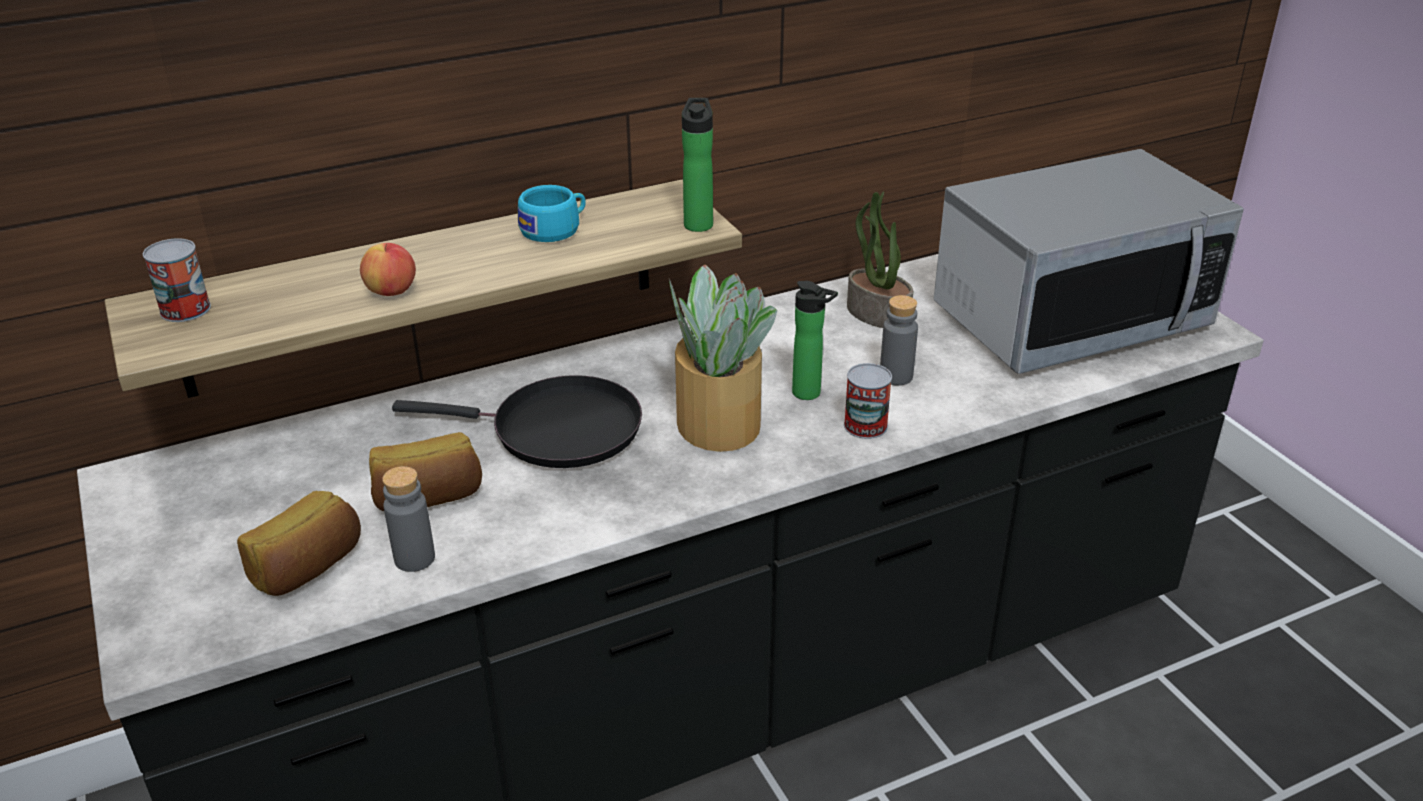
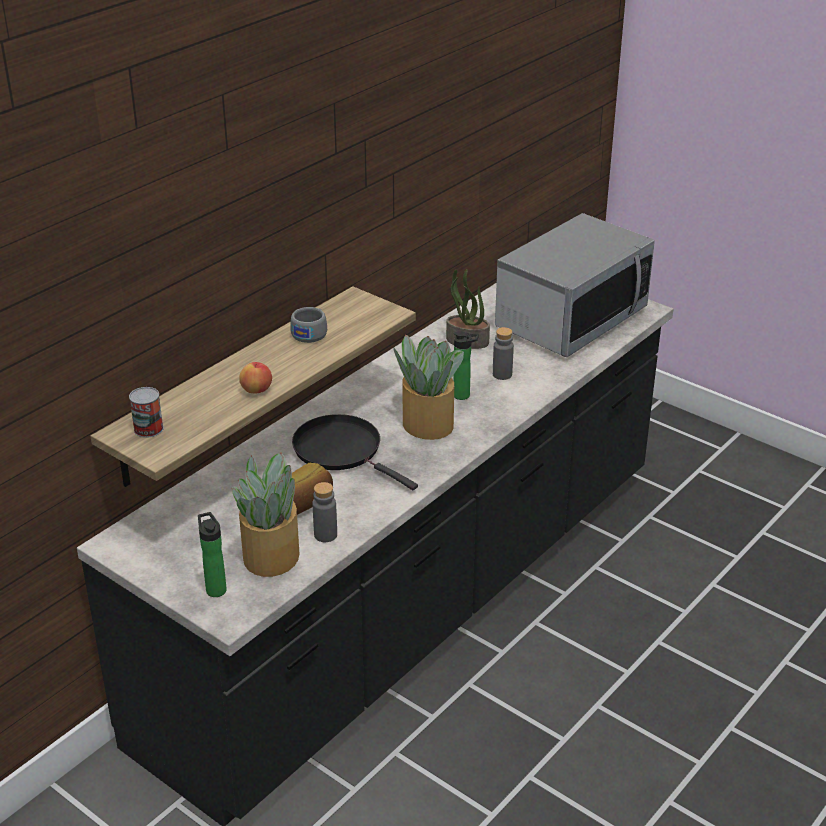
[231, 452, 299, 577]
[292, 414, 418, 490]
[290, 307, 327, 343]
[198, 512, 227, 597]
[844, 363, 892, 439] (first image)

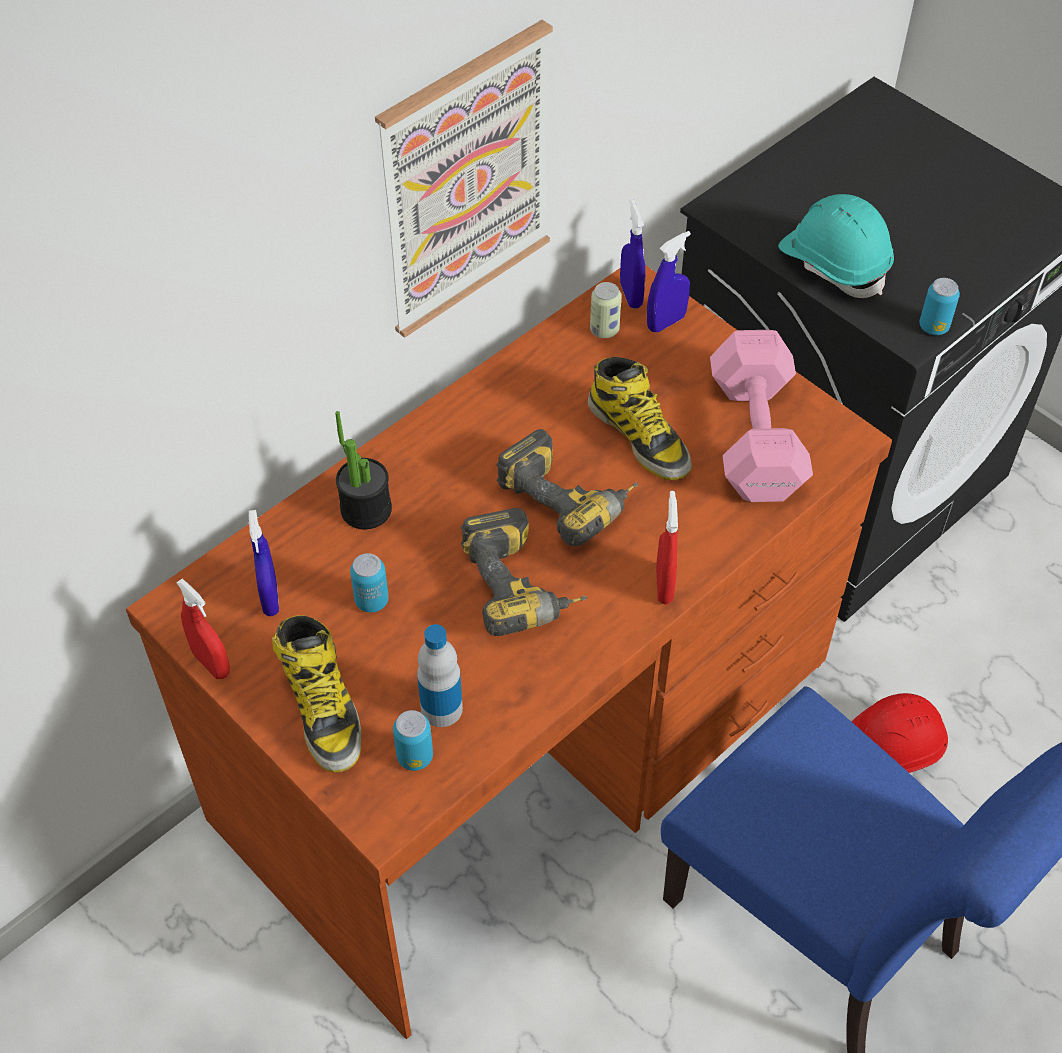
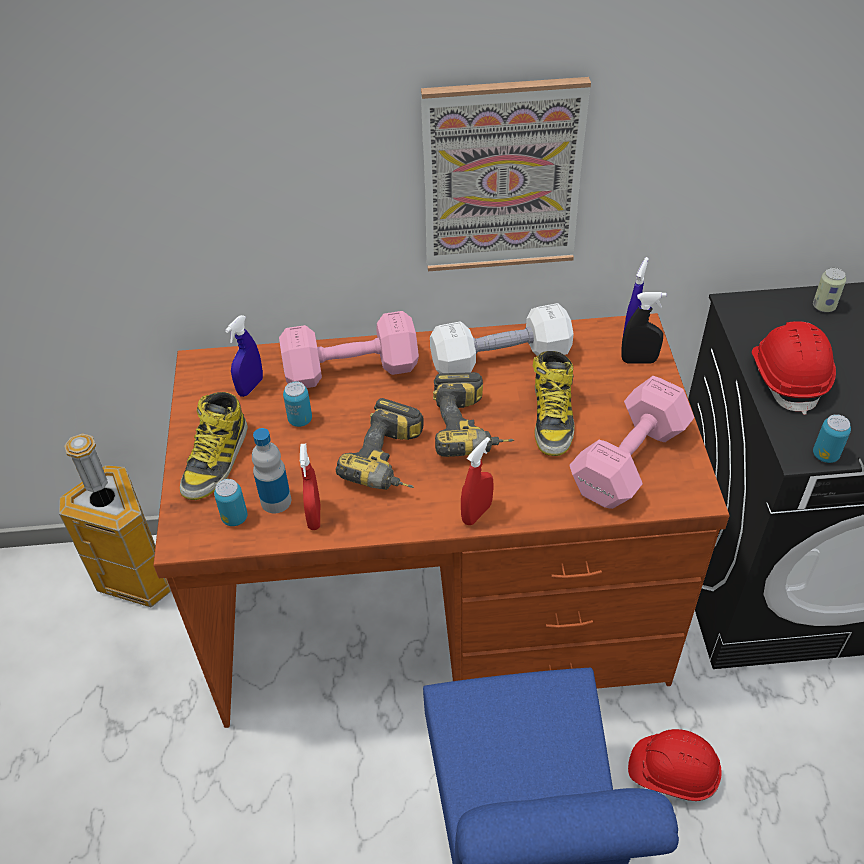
[300, 444, 320, 530]
[279, 311, 419, 388]
[813, 268, 846, 312]
[621, 292, 667, 363]
[752, 321, 836, 415]
[59, 433, 171, 607]
[430, 303, 574, 373]

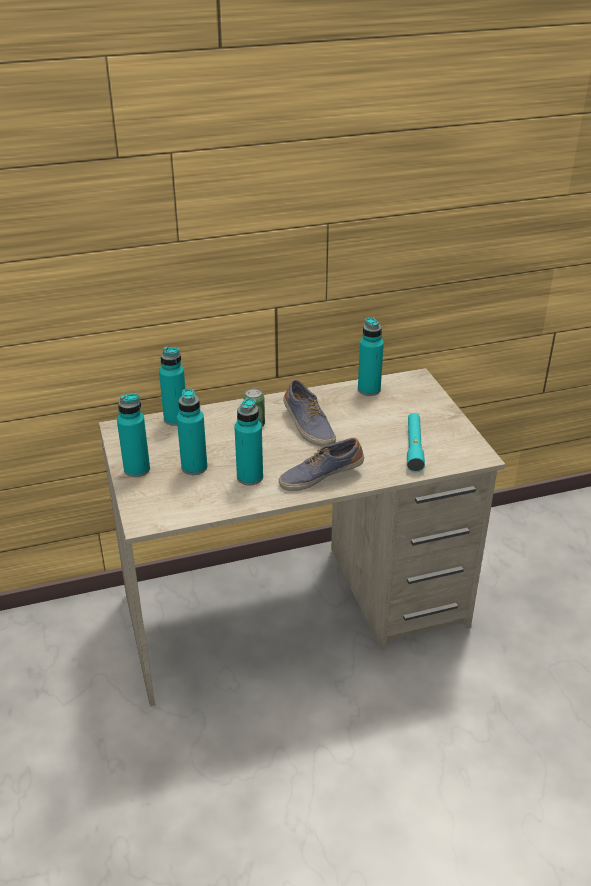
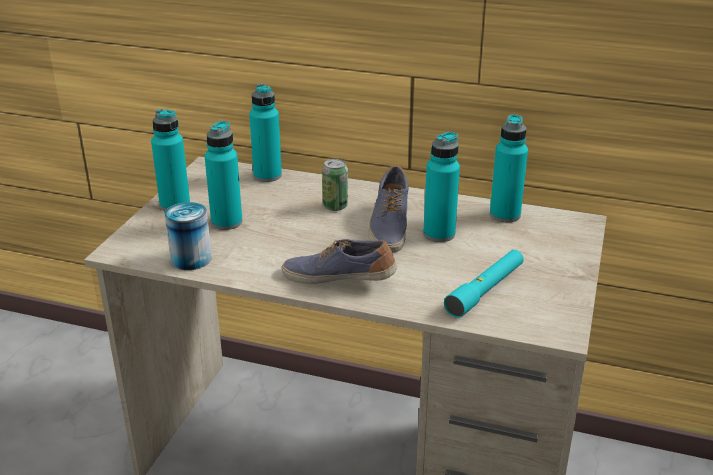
[423, 132, 460, 242]
[165, 202, 212, 270]

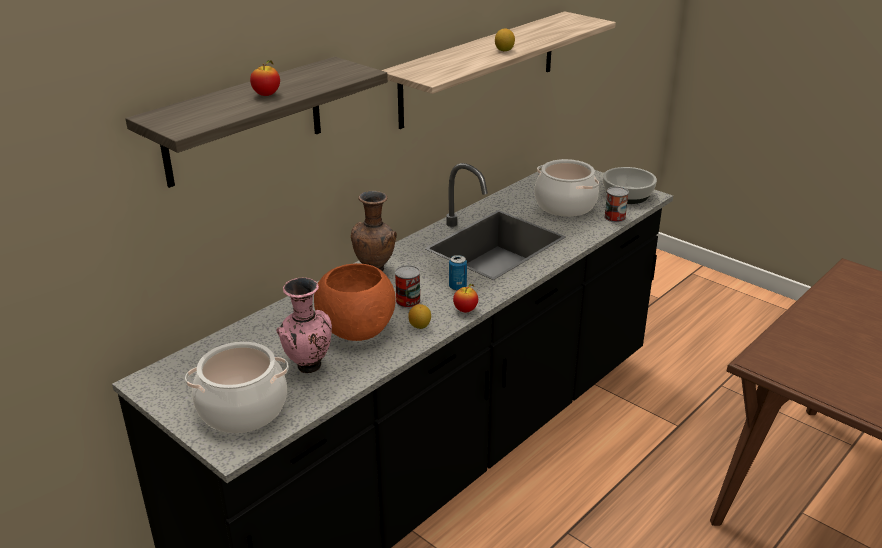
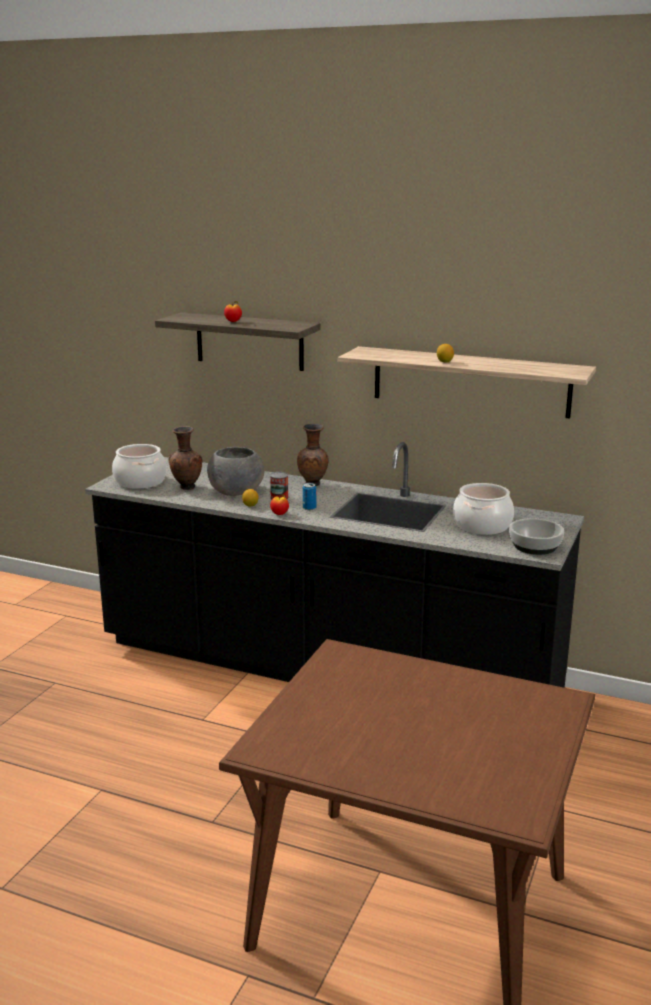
[169, 426, 202, 490]
[207, 447, 264, 496]
[604, 187, 629, 223] (first image)

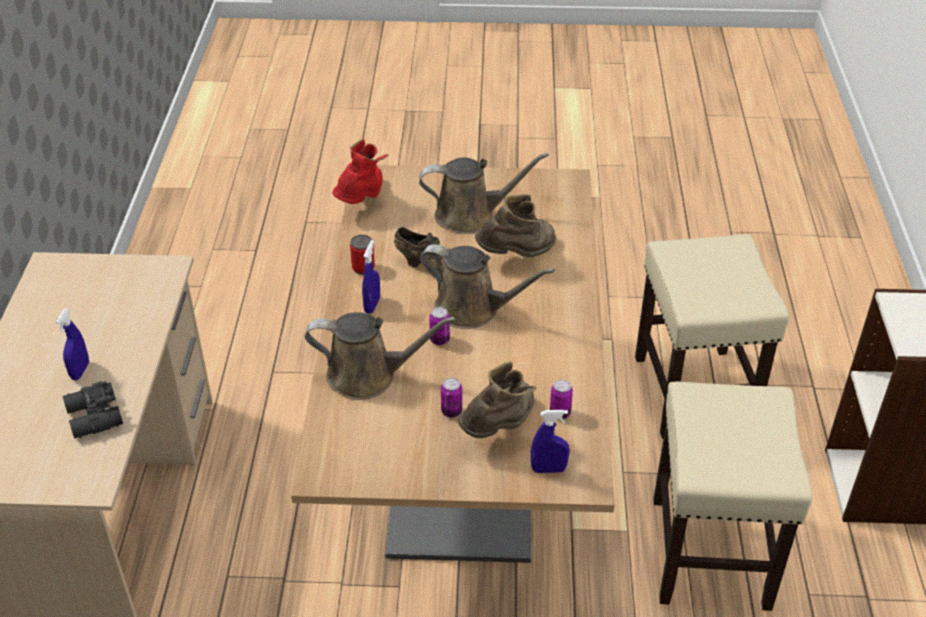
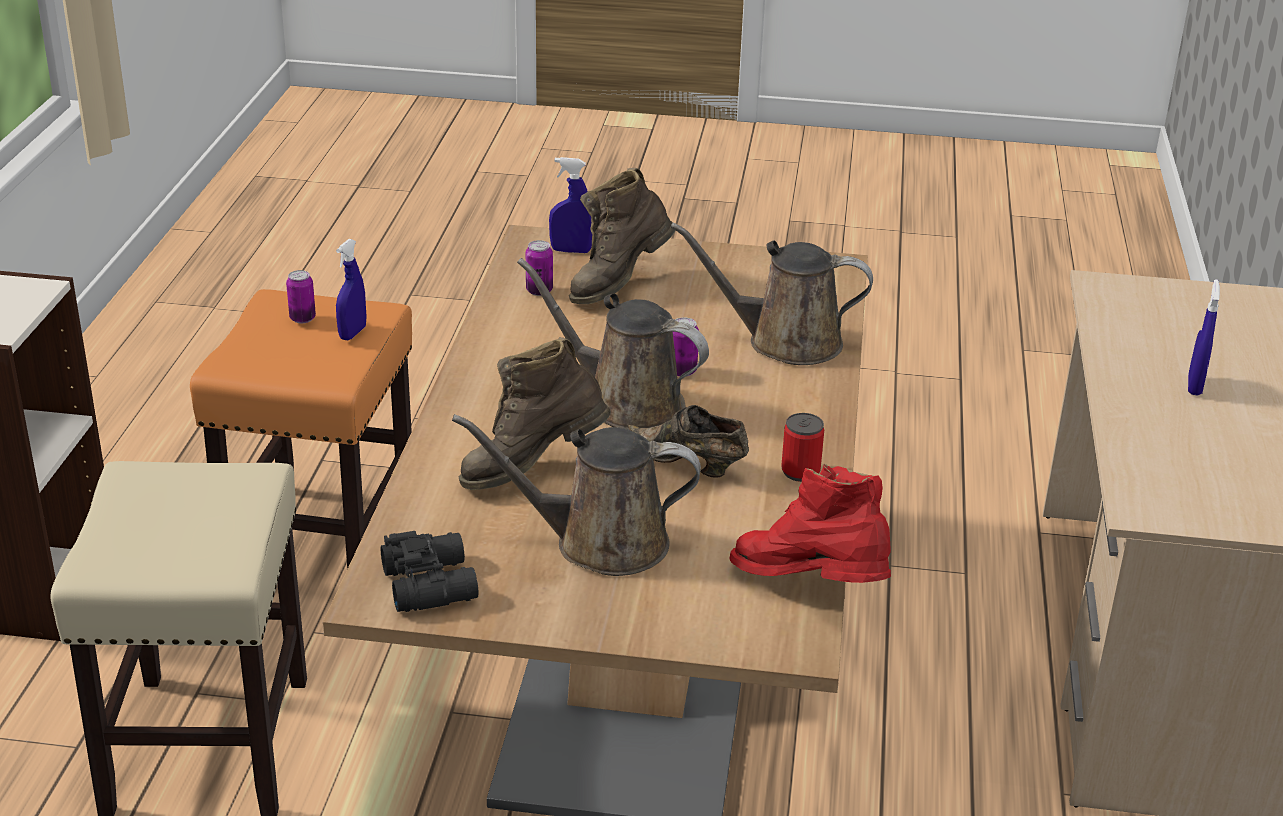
[381, 531, 478, 612]
[729, 464, 891, 583]
[336, 239, 366, 340]
[286, 270, 316, 323]
[190, 289, 412, 569]

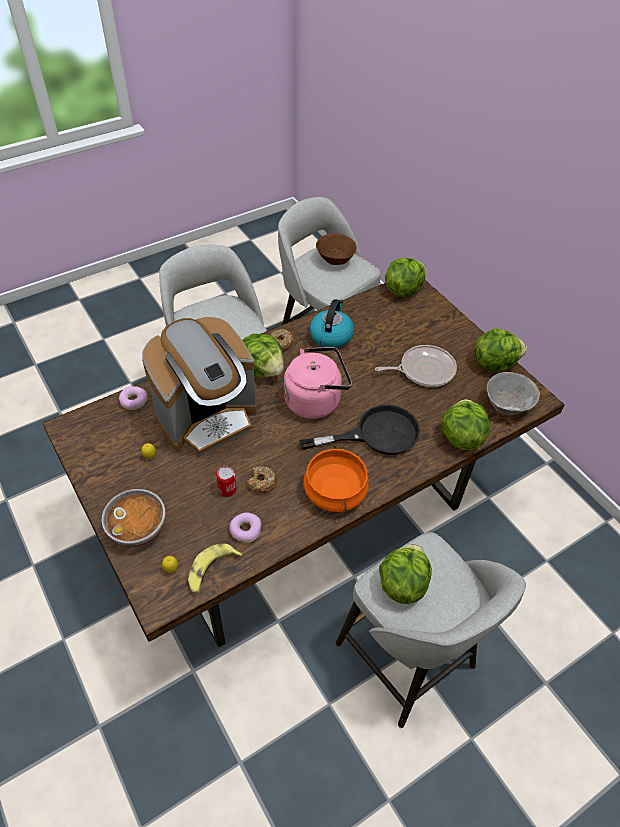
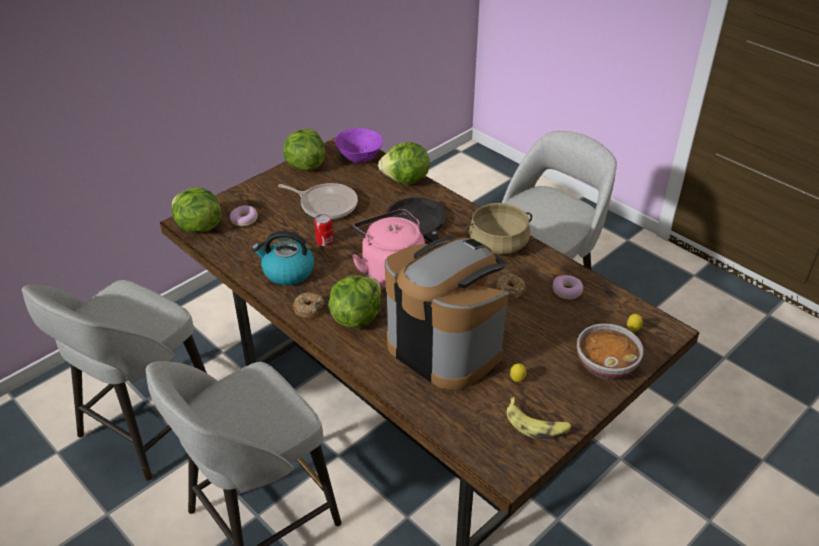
[230, 205, 258, 226]
[507, 397, 572, 440]
[314, 214, 333, 246]
[465, 203, 532, 255]
[316, 233, 357, 265] (first image)
[278, 183, 358, 220]
[379, 544, 432, 604] (first image)
[335, 128, 383, 163]

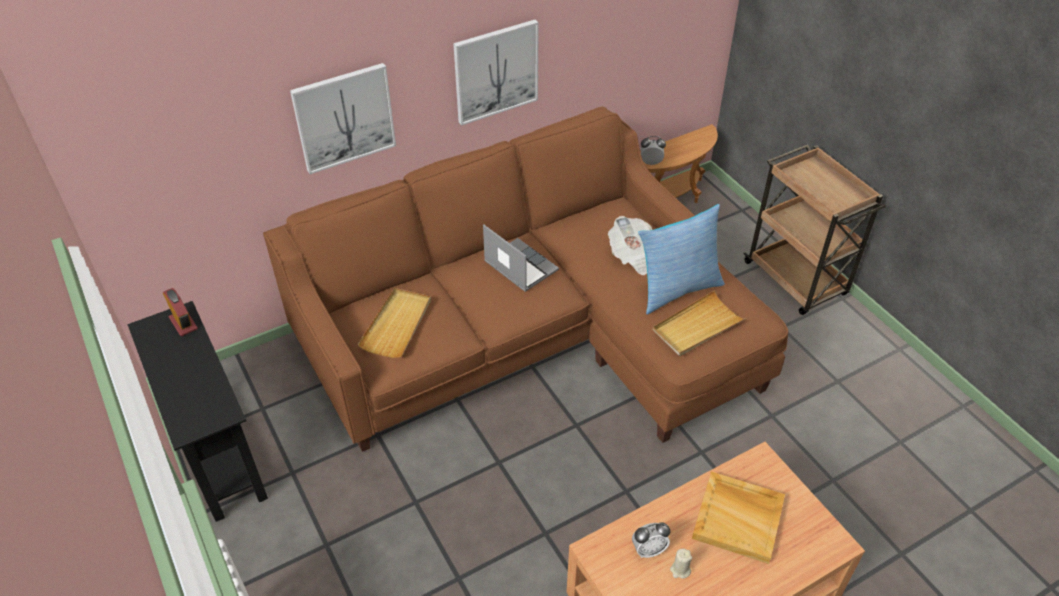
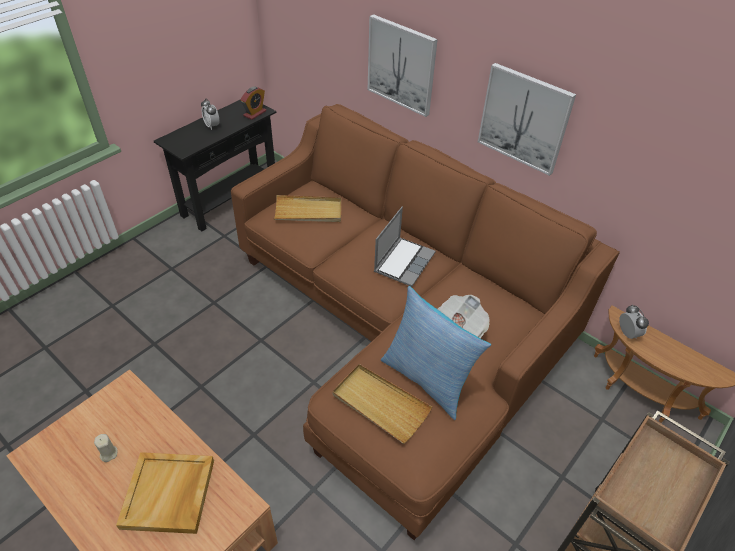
[201, 99, 219, 130]

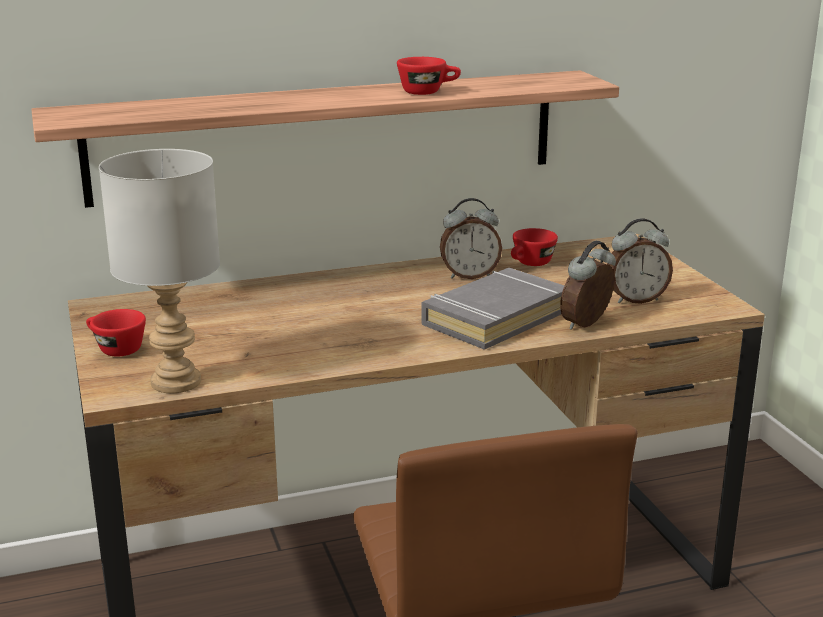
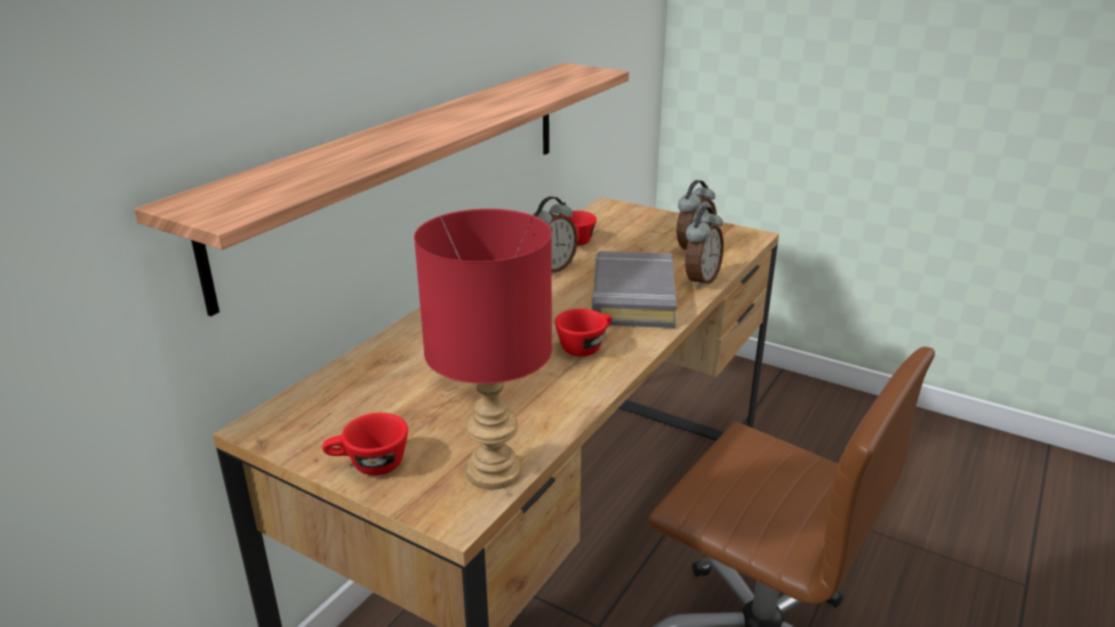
[414, 209, 552, 490]
[555, 309, 612, 357]
[685, 206, 724, 288]

